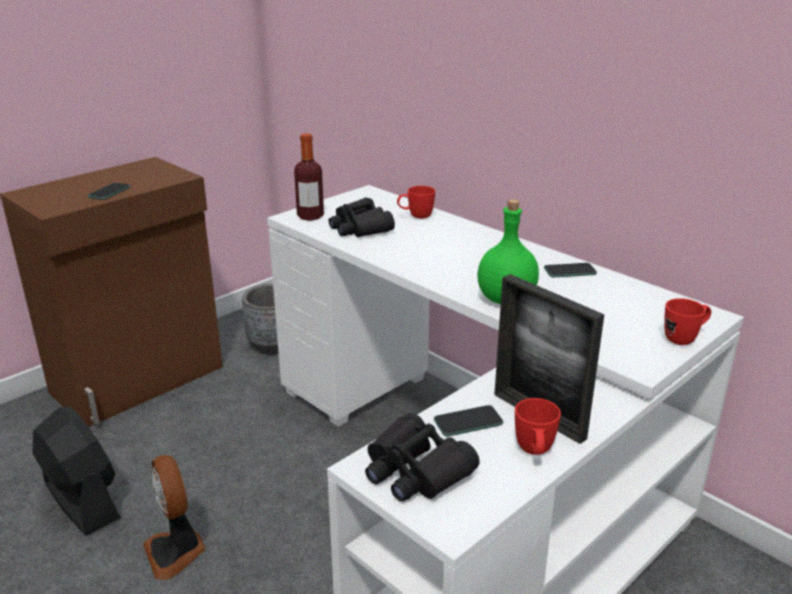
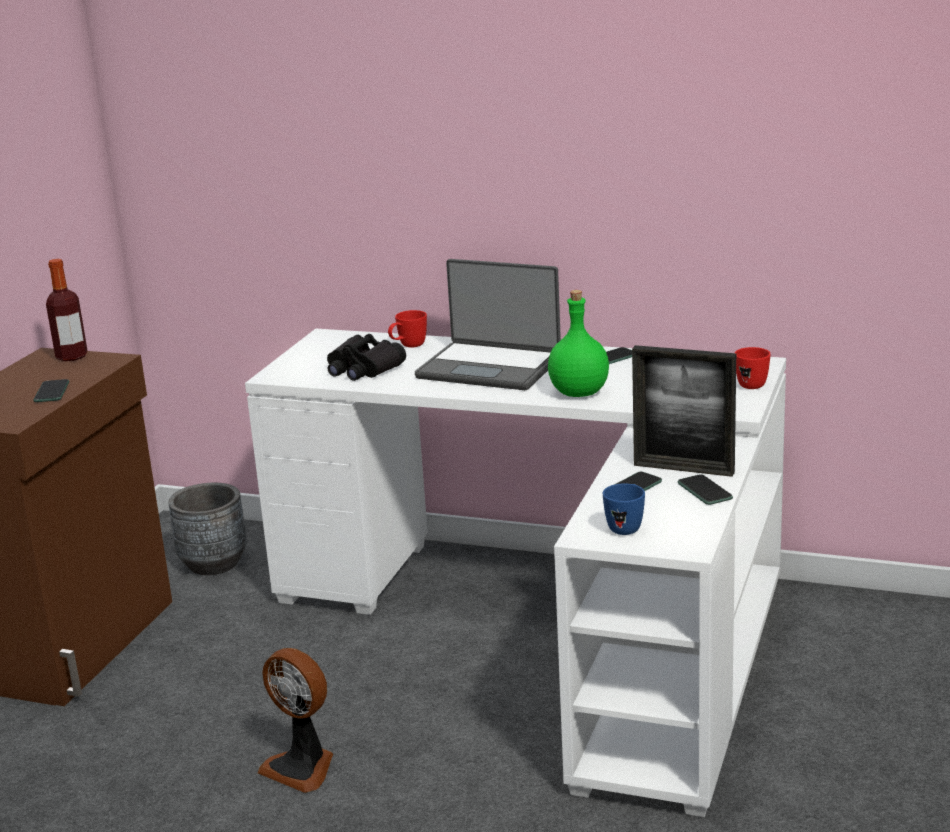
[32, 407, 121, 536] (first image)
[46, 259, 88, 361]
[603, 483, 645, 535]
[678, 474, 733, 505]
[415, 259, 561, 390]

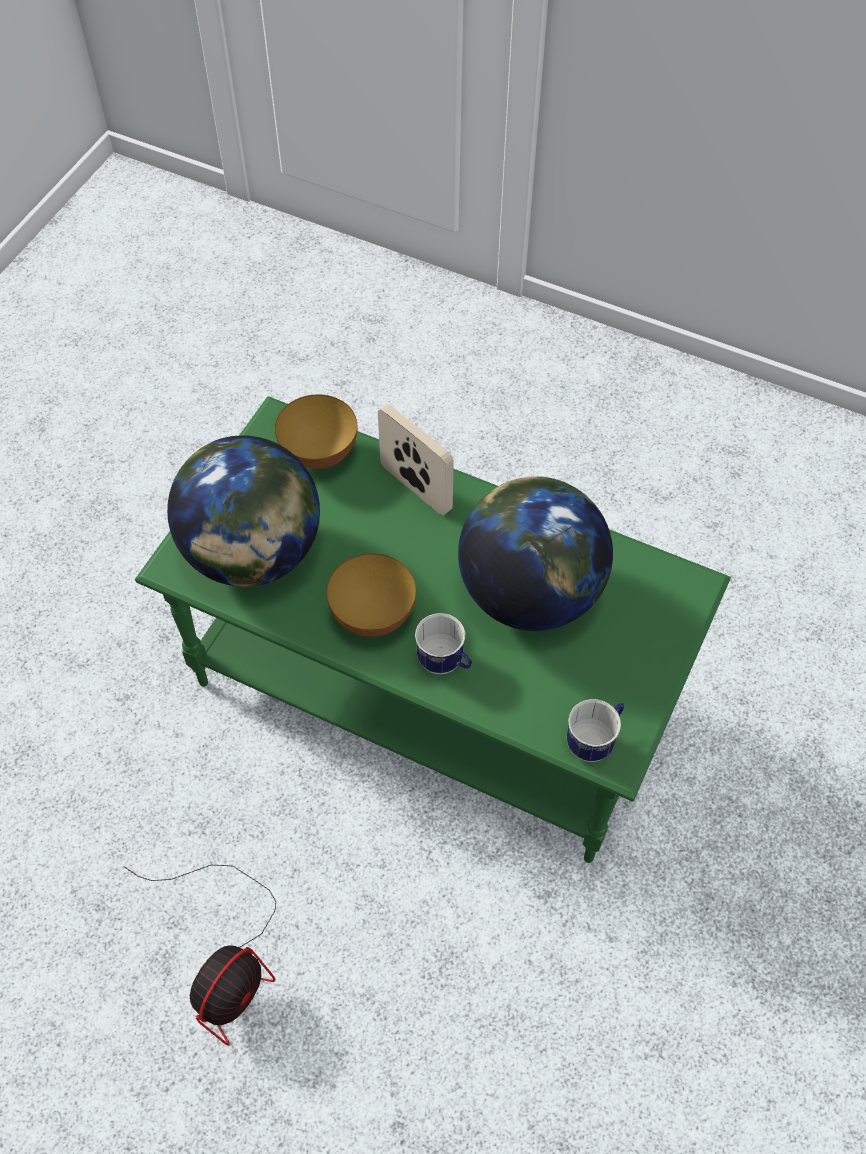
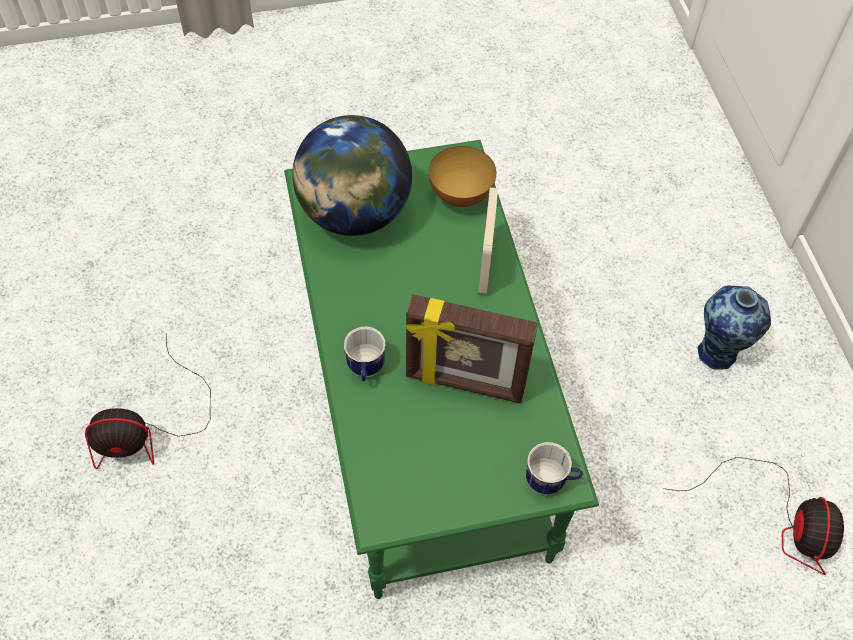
[326, 553, 416, 637] (first image)
[406, 294, 538, 404]
[526, 442, 583, 495]
[663, 457, 844, 575]
[698, 286, 771, 370]

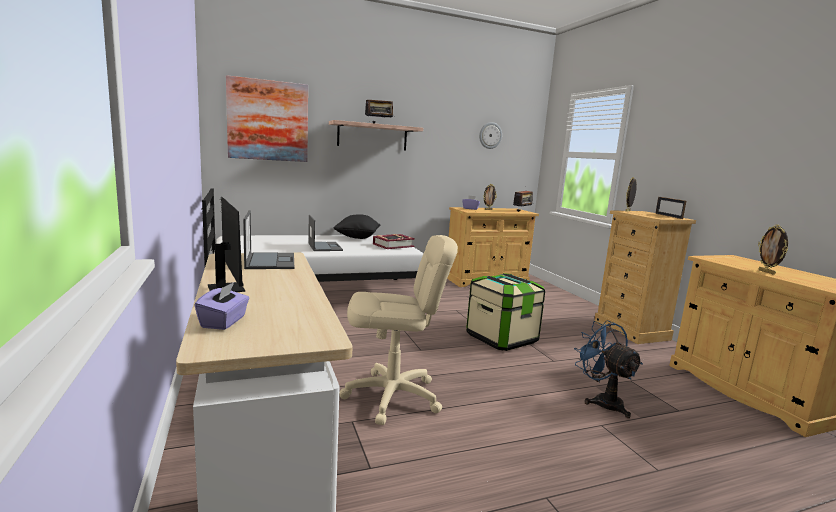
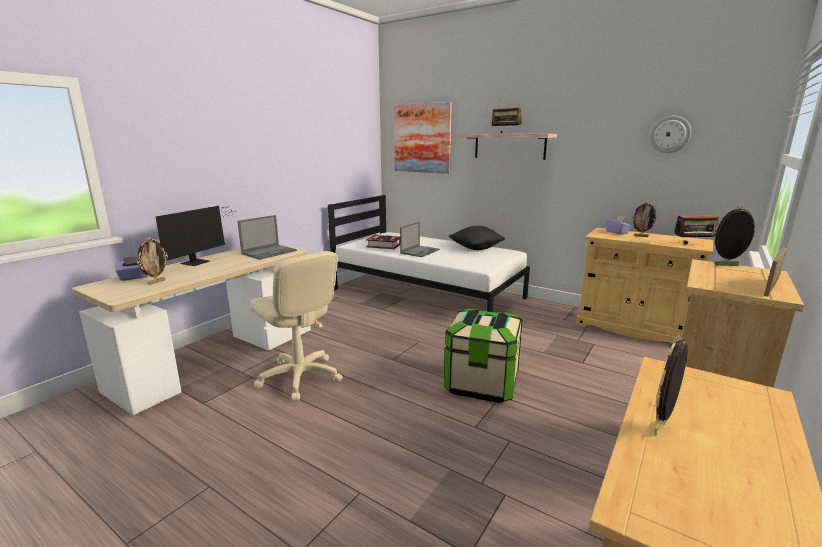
[366, 235, 400, 249]
[574, 320, 643, 418] (first image)
[137, 237, 168, 285]

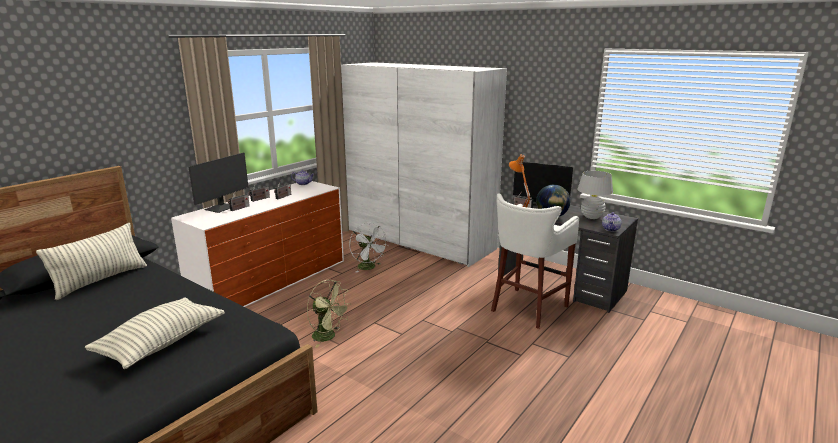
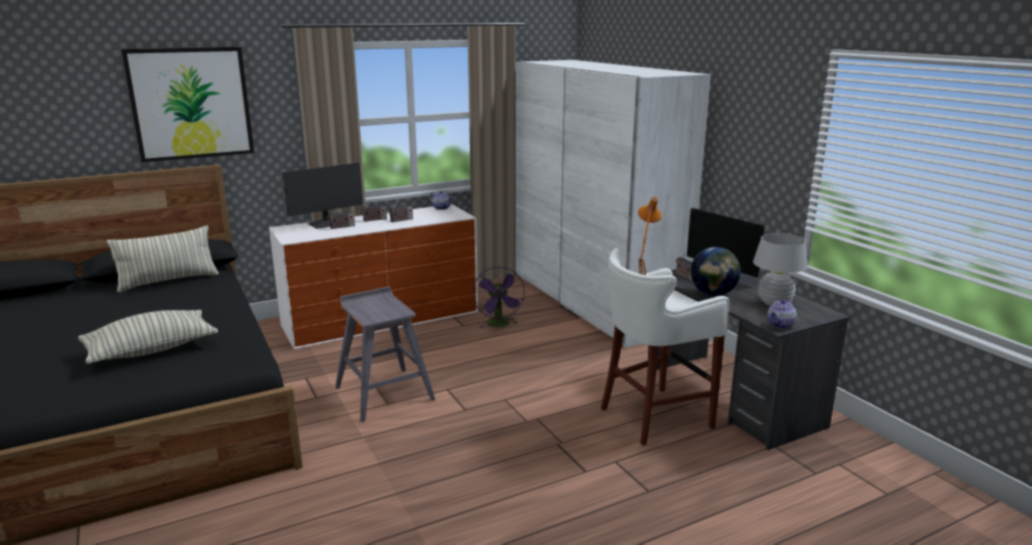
[335, 287, 435, 422]
[472, 267, 525, 328]
[121, 47, 254, 162]

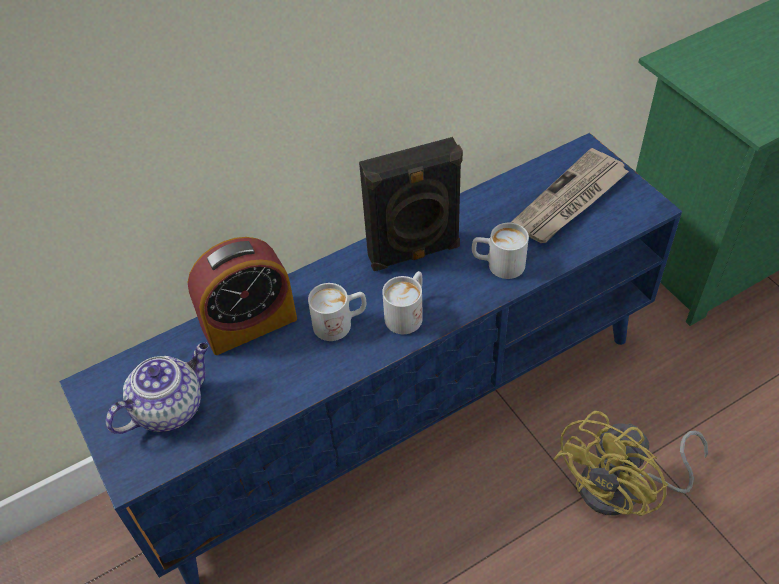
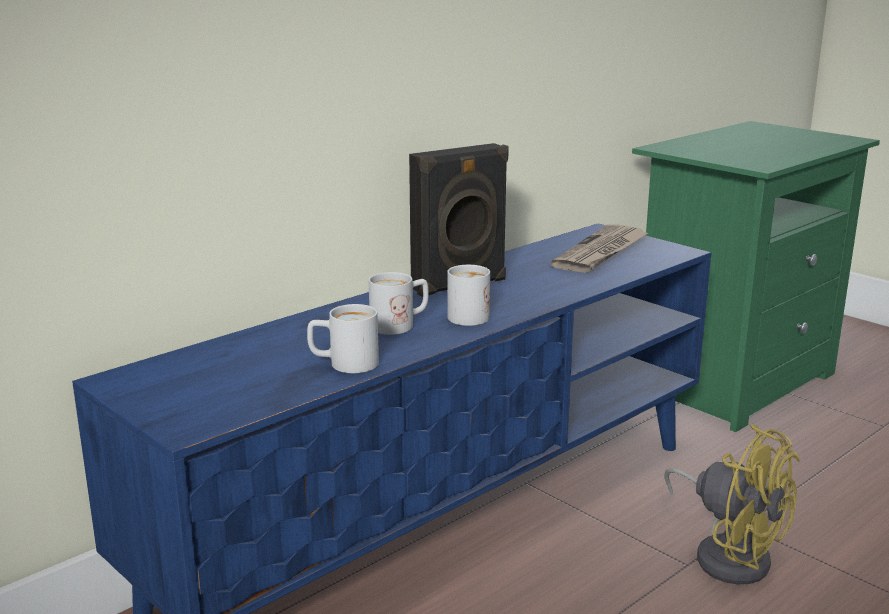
[106, 342, 209, 434] (first image)
[187, 237, 297, 355] (first image)
[307, 304, 379, 373]
[664, 424, 800, 584]

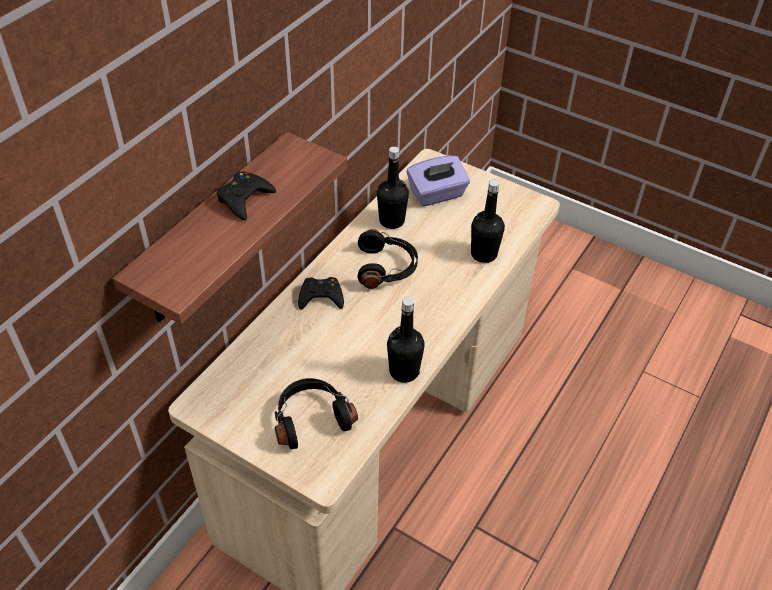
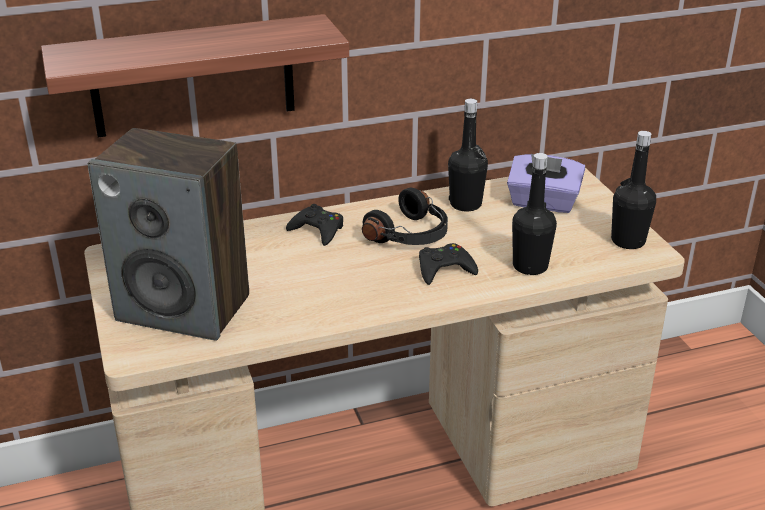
[419, 243, 478, 285]
[88, 128, 249, 341]
[611, 131, 656, 249]

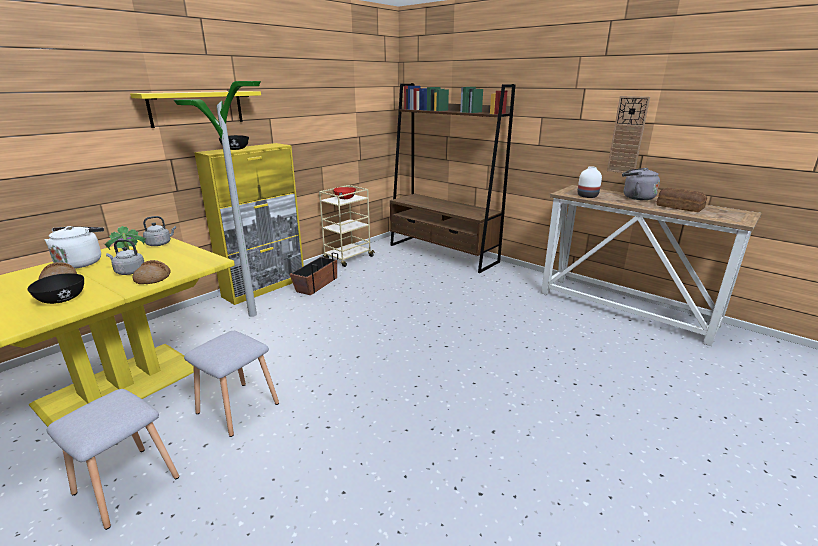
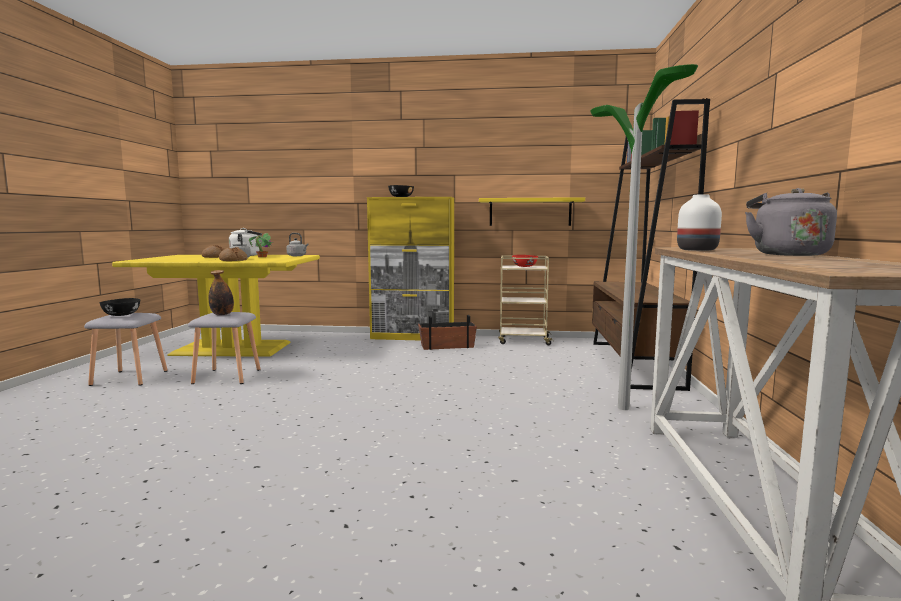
[100, 298, 140, 316]
[479, 197, 585, 226]
[590, 64, 698, 410]
[607, 96, 650, 173] (first image)
[656, 188, 707, 212] (first image)
[209, 270, 234, 315]

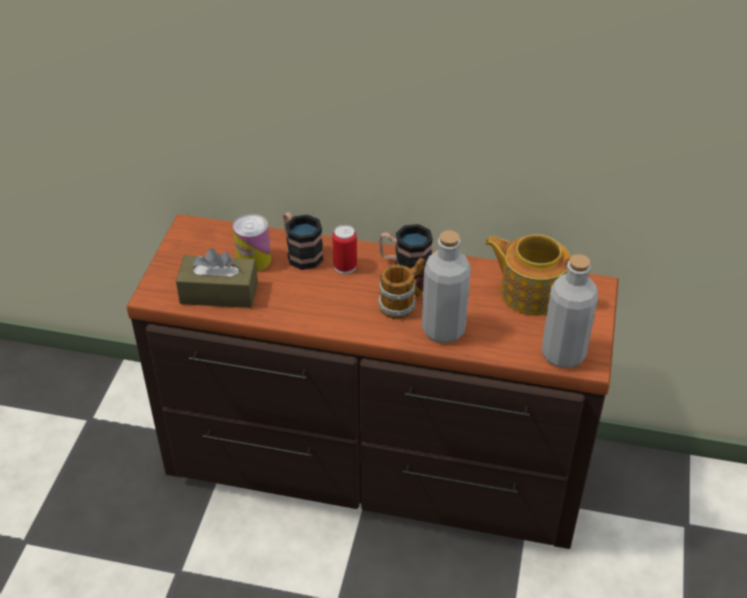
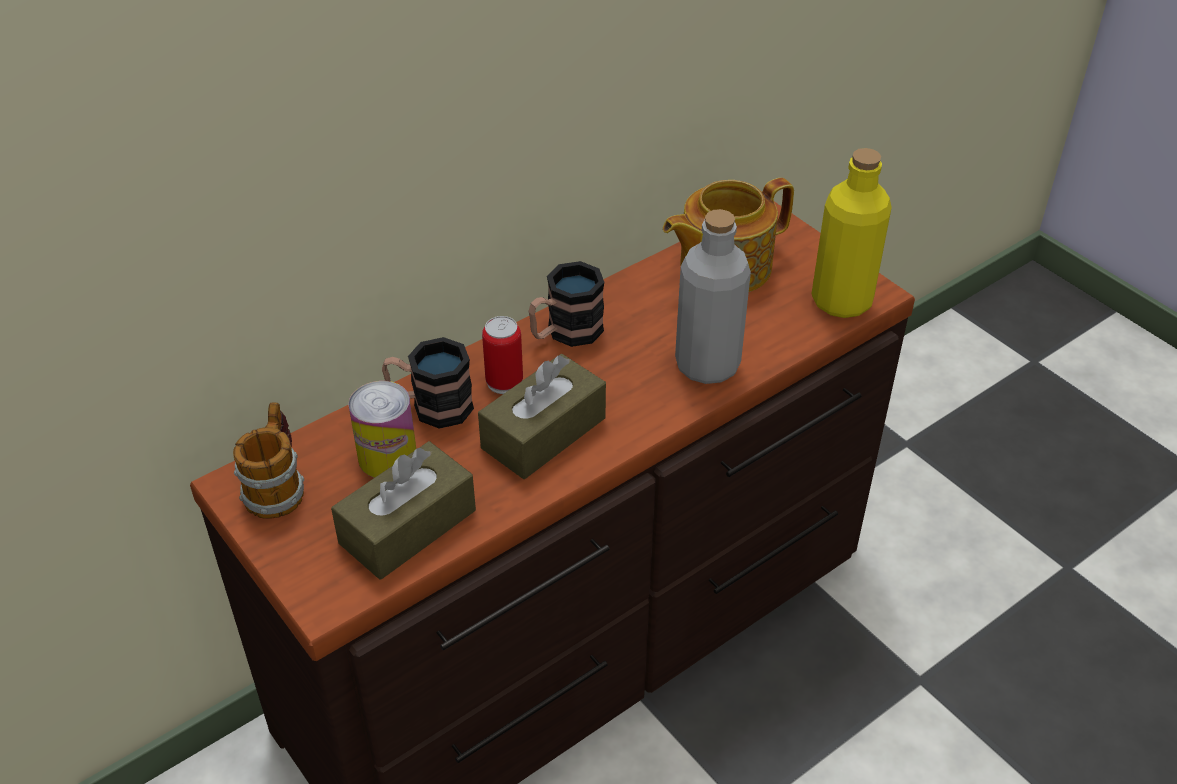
[233, 402, 304, 519]
[811, 148, 892, 318]
[478, 354, 606, 479]

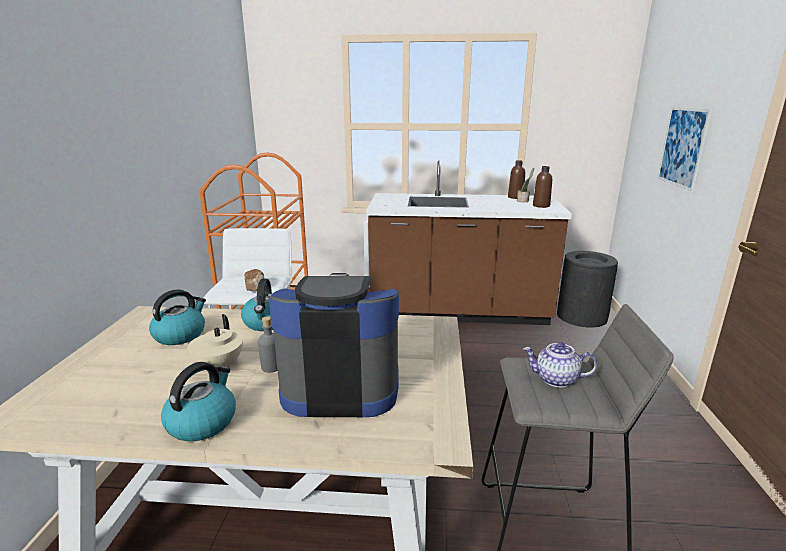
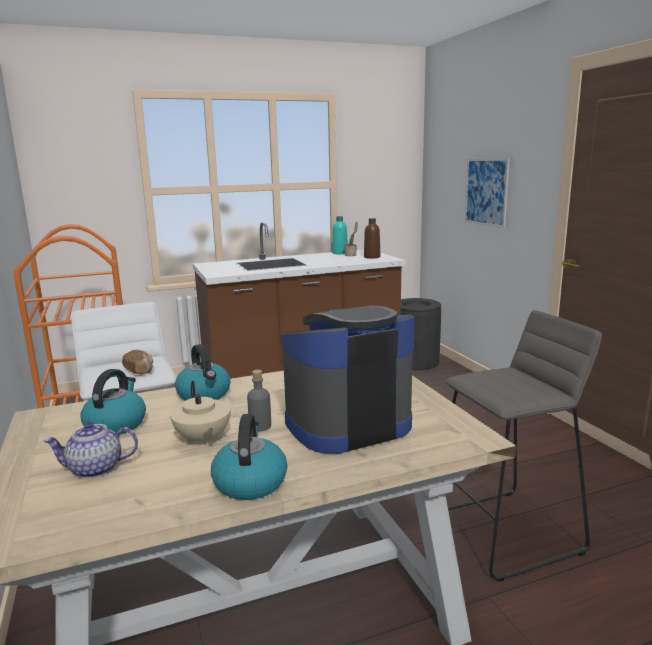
[332, 216, 348, 254]
[43, 422, 138, 478]

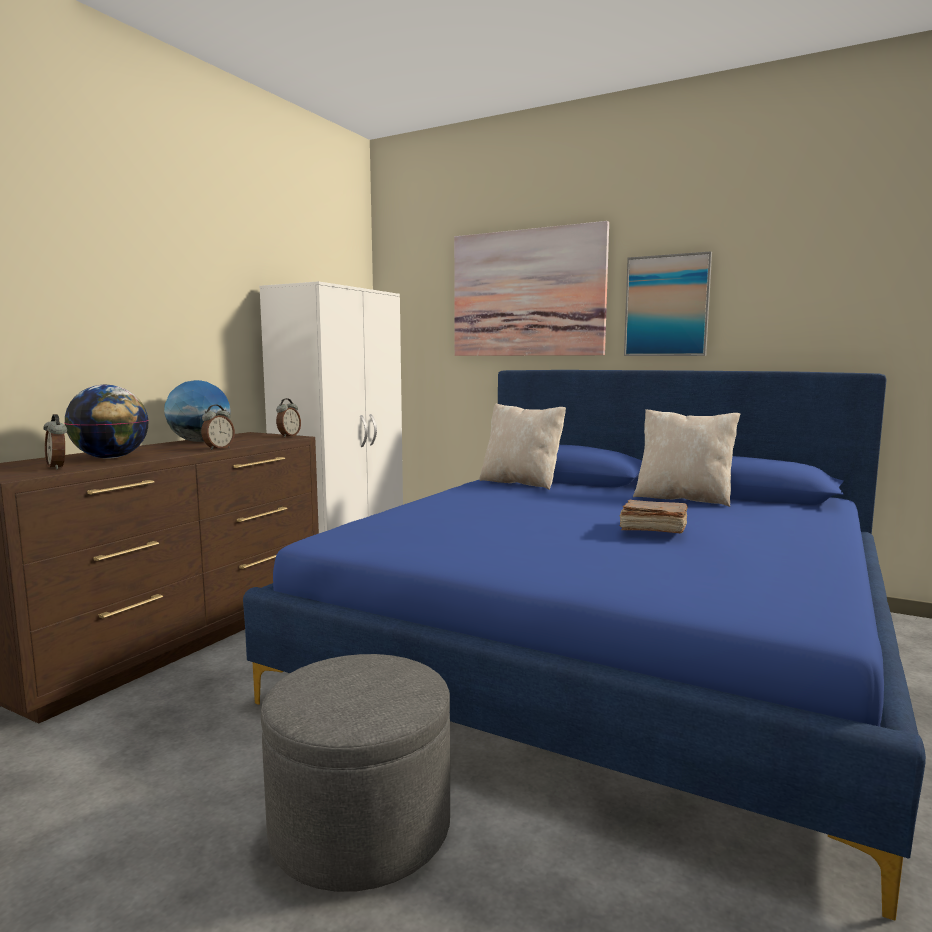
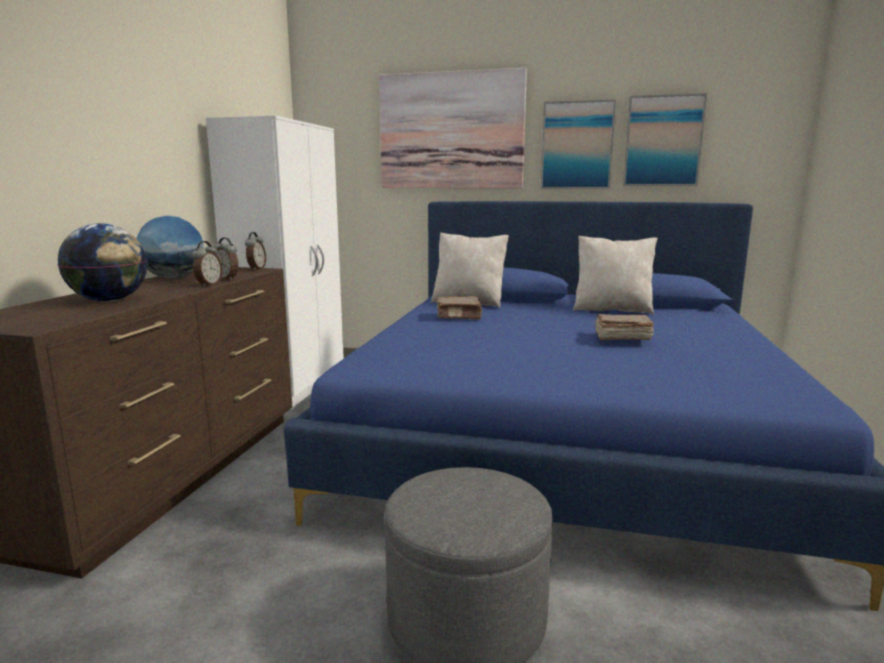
[214, 238, 239, 280]
[437, 296, 482, 320]
[623, 93, 707, 186]

